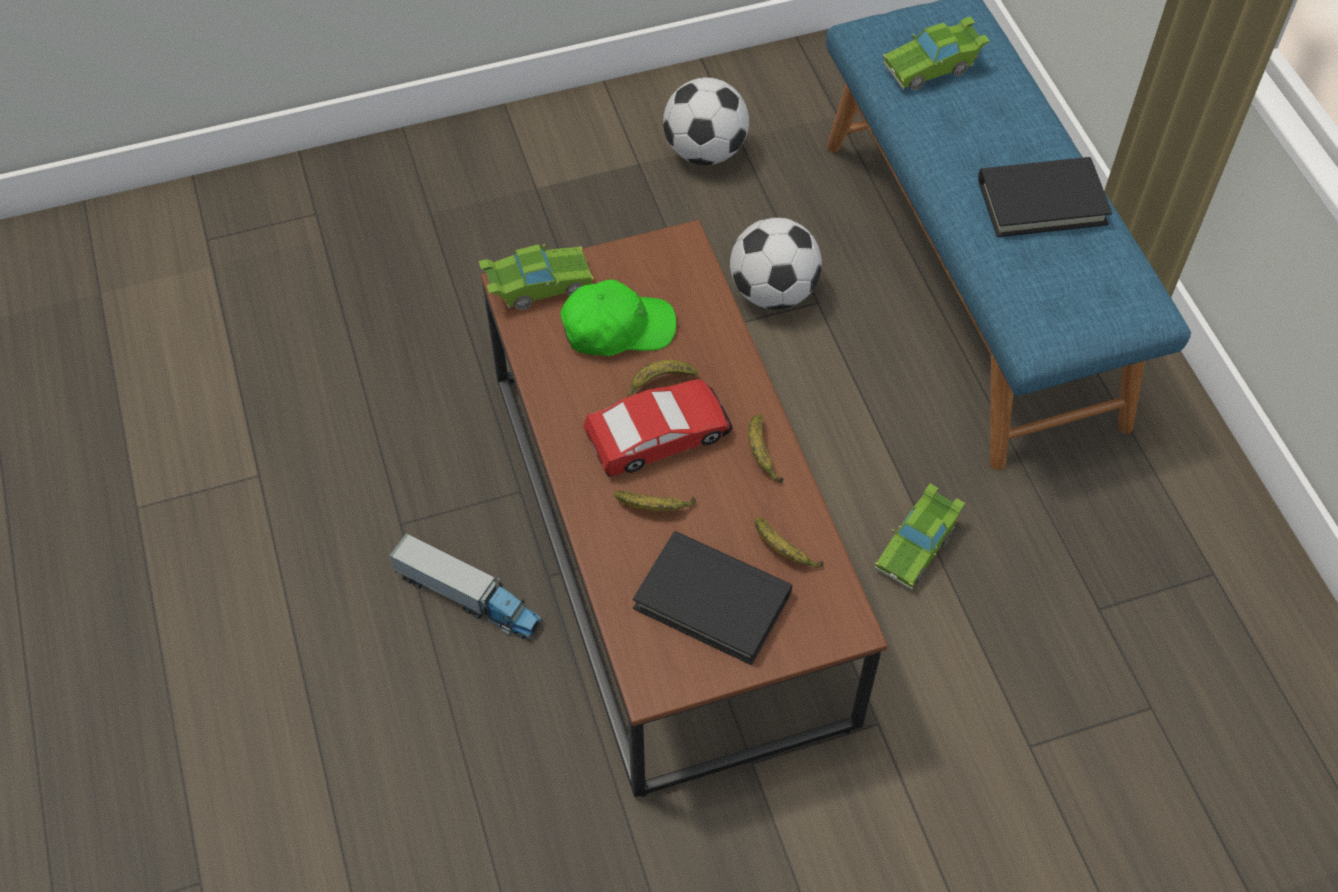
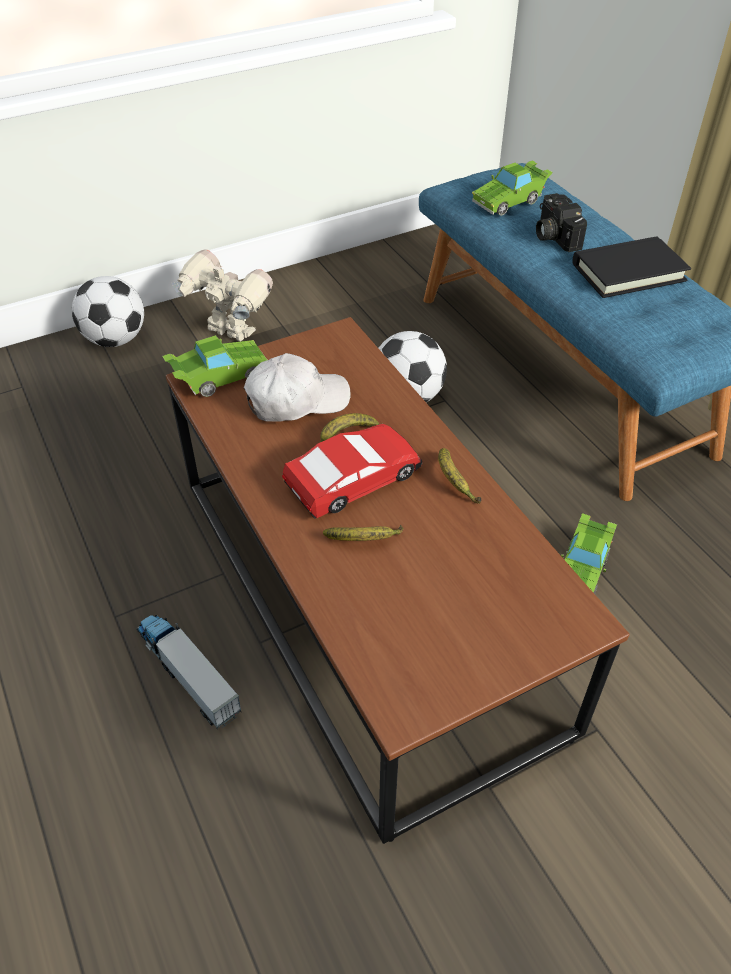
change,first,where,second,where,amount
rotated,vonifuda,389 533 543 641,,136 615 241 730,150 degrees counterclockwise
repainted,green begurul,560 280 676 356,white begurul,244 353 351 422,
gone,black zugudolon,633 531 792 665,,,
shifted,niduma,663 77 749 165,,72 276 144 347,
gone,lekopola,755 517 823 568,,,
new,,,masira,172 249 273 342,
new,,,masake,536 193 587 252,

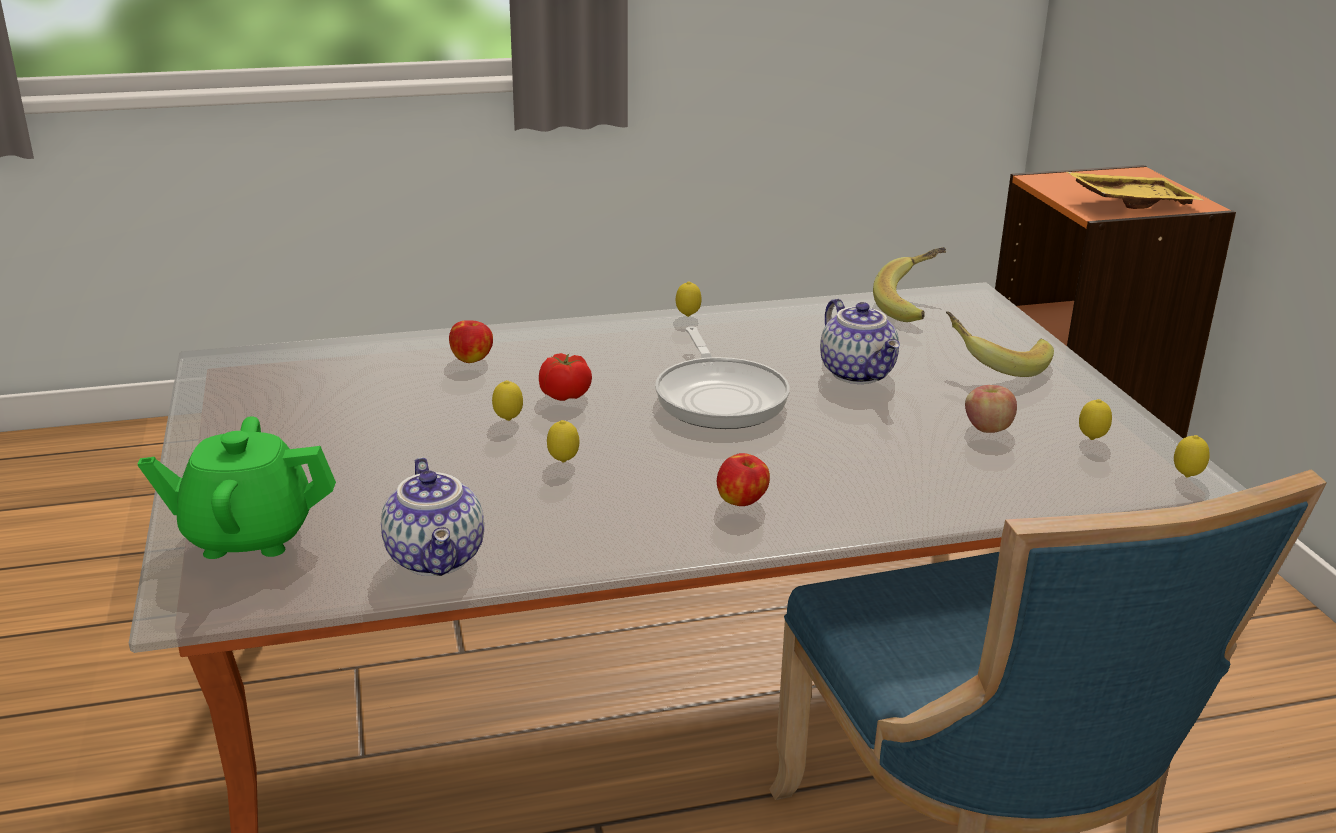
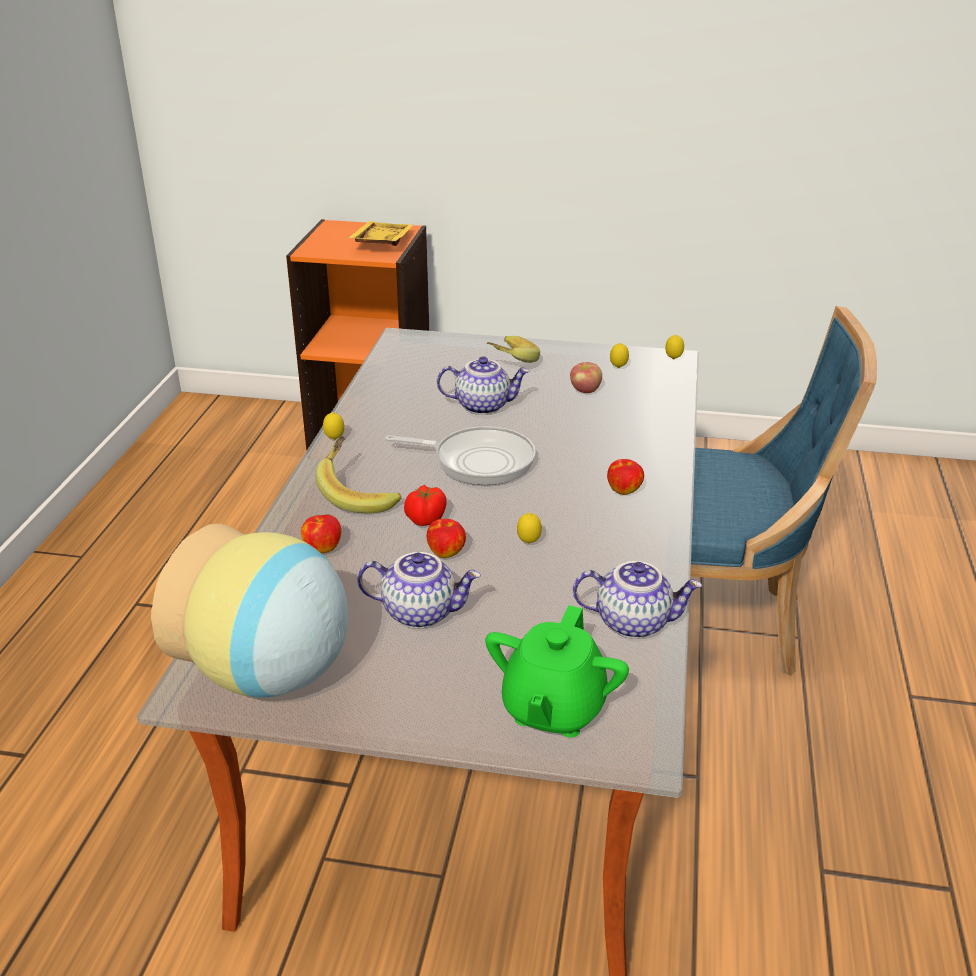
change,first,where,second,where,amount
swapped,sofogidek,492 380 523 421,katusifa,427 519 466 558,
shifted,lekopola,873 247 946 322,,315 436 401 513,
new,,,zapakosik,151 524 349 697,
new,,,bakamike,357 552 481 629,

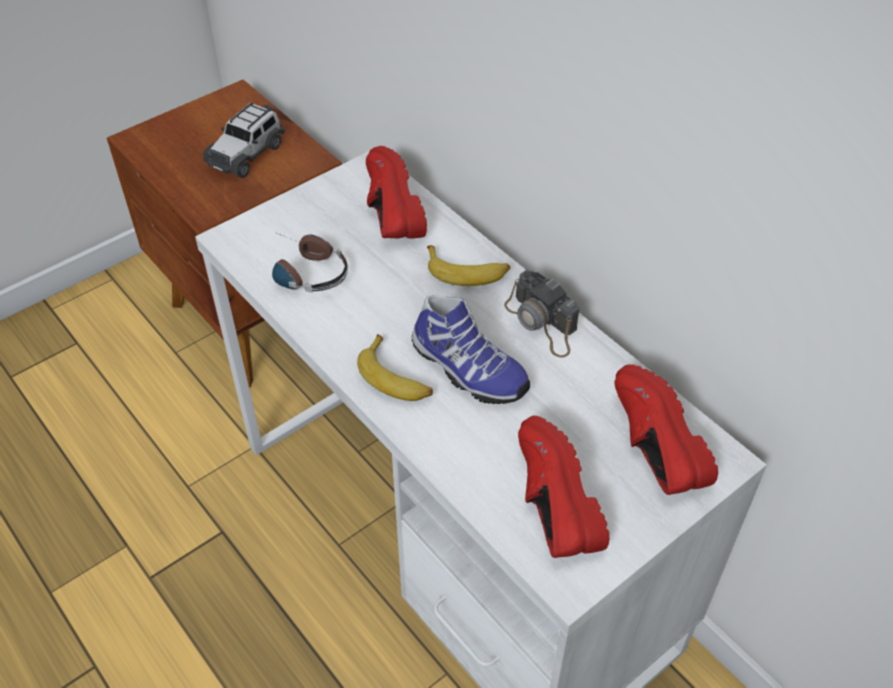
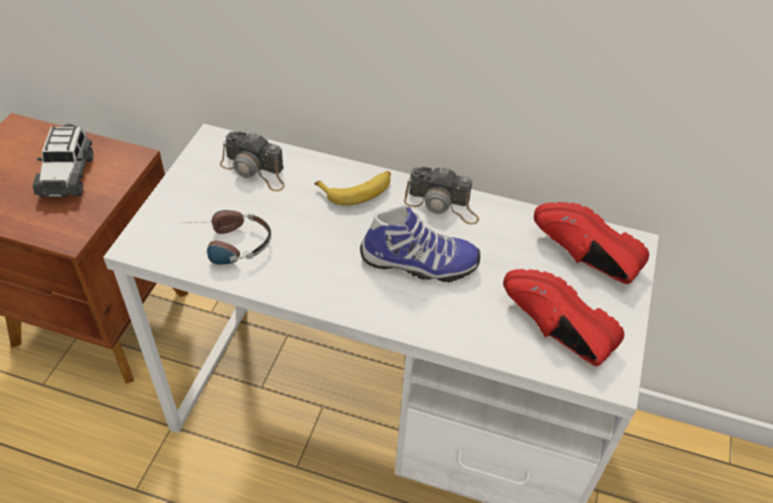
change,first,where,second,where,amount
gone,lekopola,357 334 433 401,,,
swapped,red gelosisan,366 146 427 239,masake,220 131 285 191,

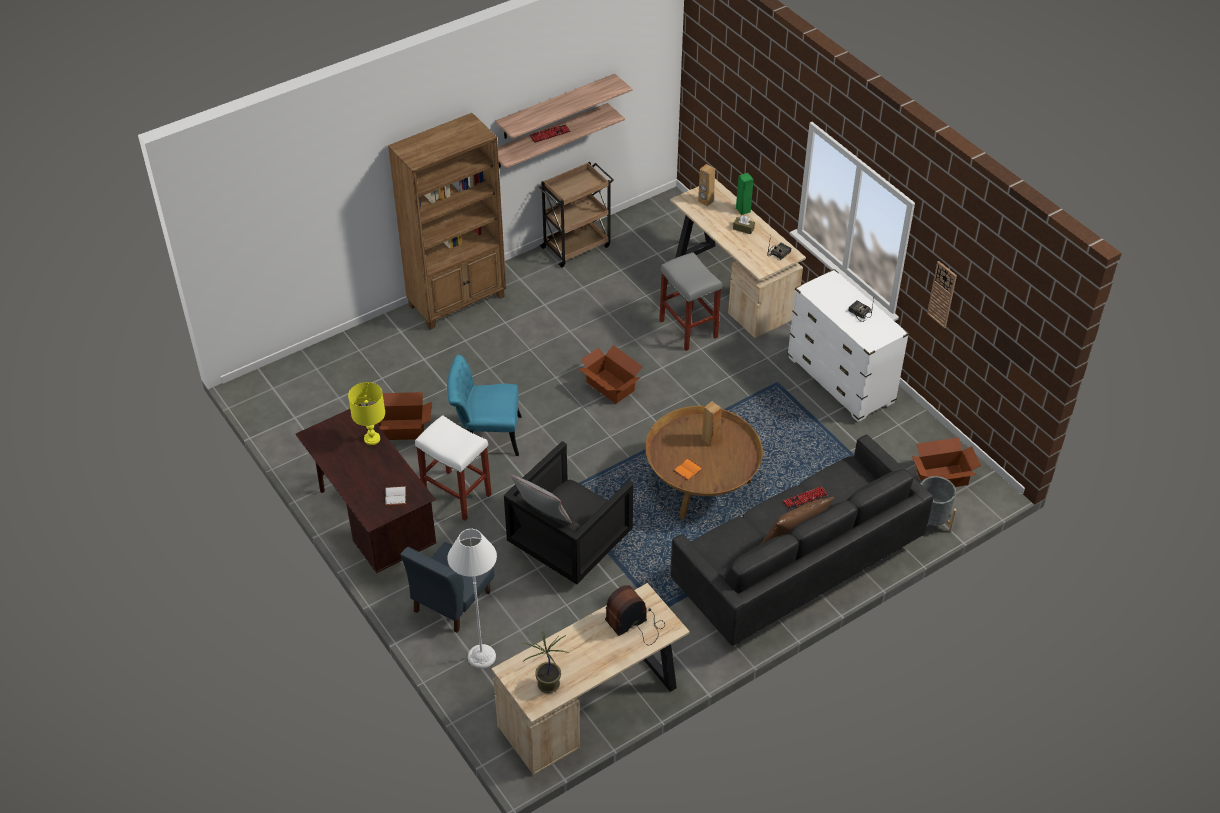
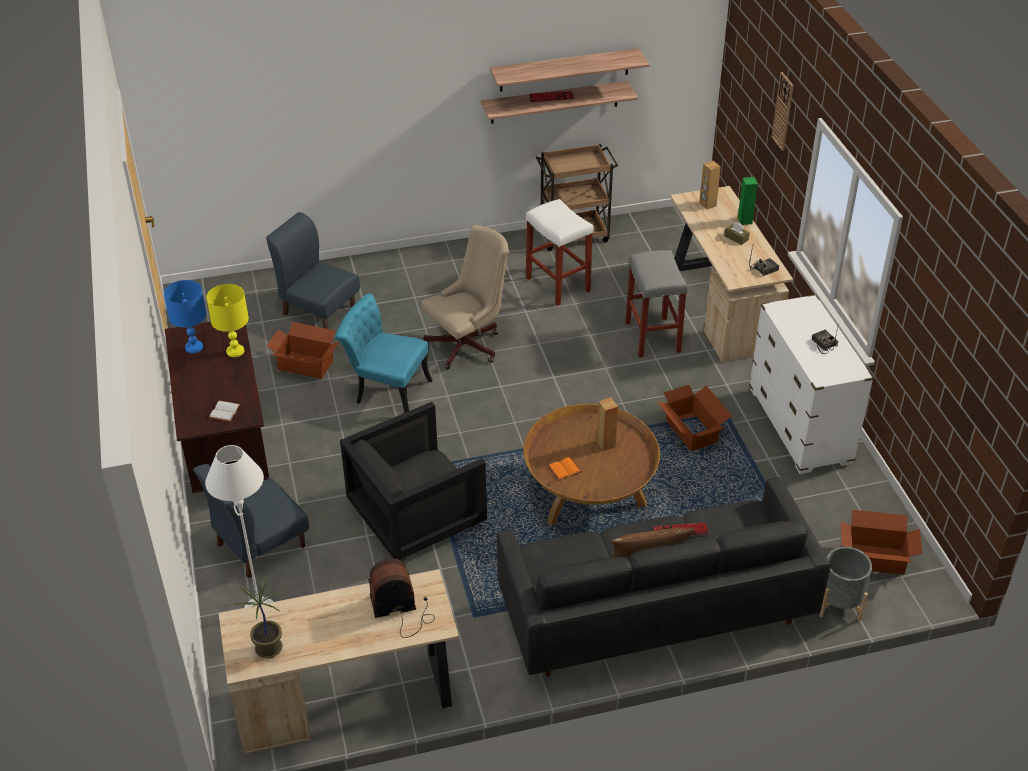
change,first,where,second,where,amount
gone,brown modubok,388 113 506 330,,,
shifted,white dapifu,415 415 492 521,,526 199 594 306,
gone,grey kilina,510 475 572 523,,,
shifted,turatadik,579 345 643 404,,657 385 732 451,
shifted,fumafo,927 261 957 328,,771 72 794 151,
new,,,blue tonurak,164 280 207 353,
new,,,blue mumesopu,266 212 360 329,
new,,,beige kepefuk,421 225 509 369,

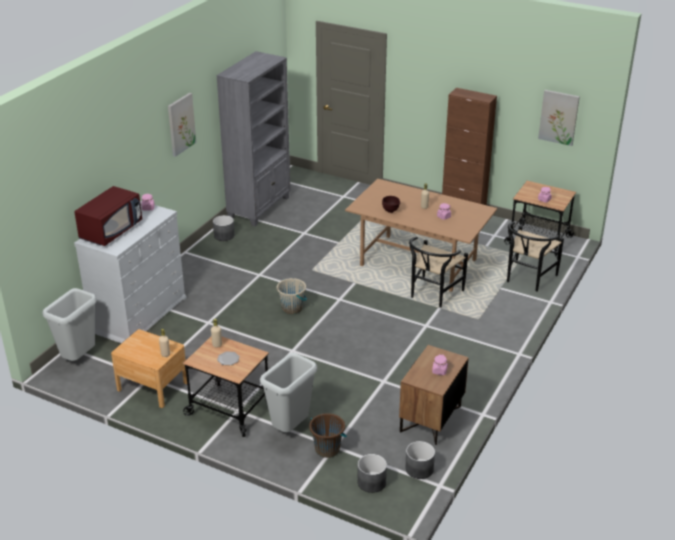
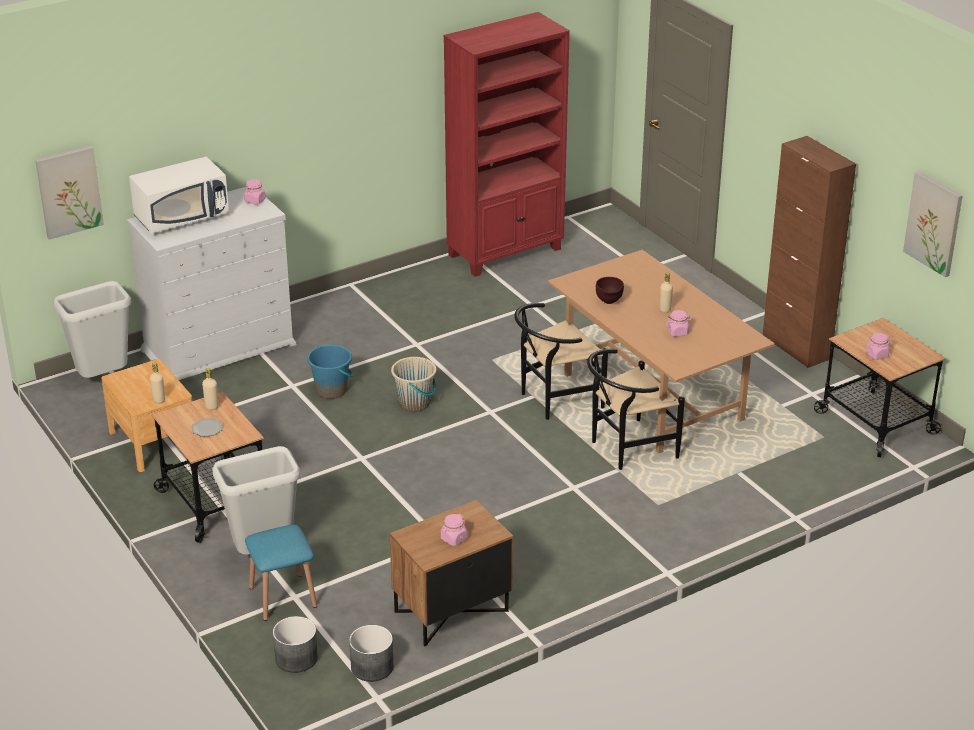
change,first,where,second,where,amount
repainted,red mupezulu,74 186 142 246,white mupezulu,129 157 229 234,
shifted,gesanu,168 93 196 157,,35 146 104 240,
gone,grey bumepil,213 215 235 241,,,
repainted,grey modubok,216 51 291 226,red modubok,443 12 570 277,
swapped,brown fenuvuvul,309 413 347 458,blue dapifu,245 525 317 621,
shifted,black mumesopu,507 222 564 292,,514 303 608 420,
new,,,blue fenuvuvul,307 345 353 399,

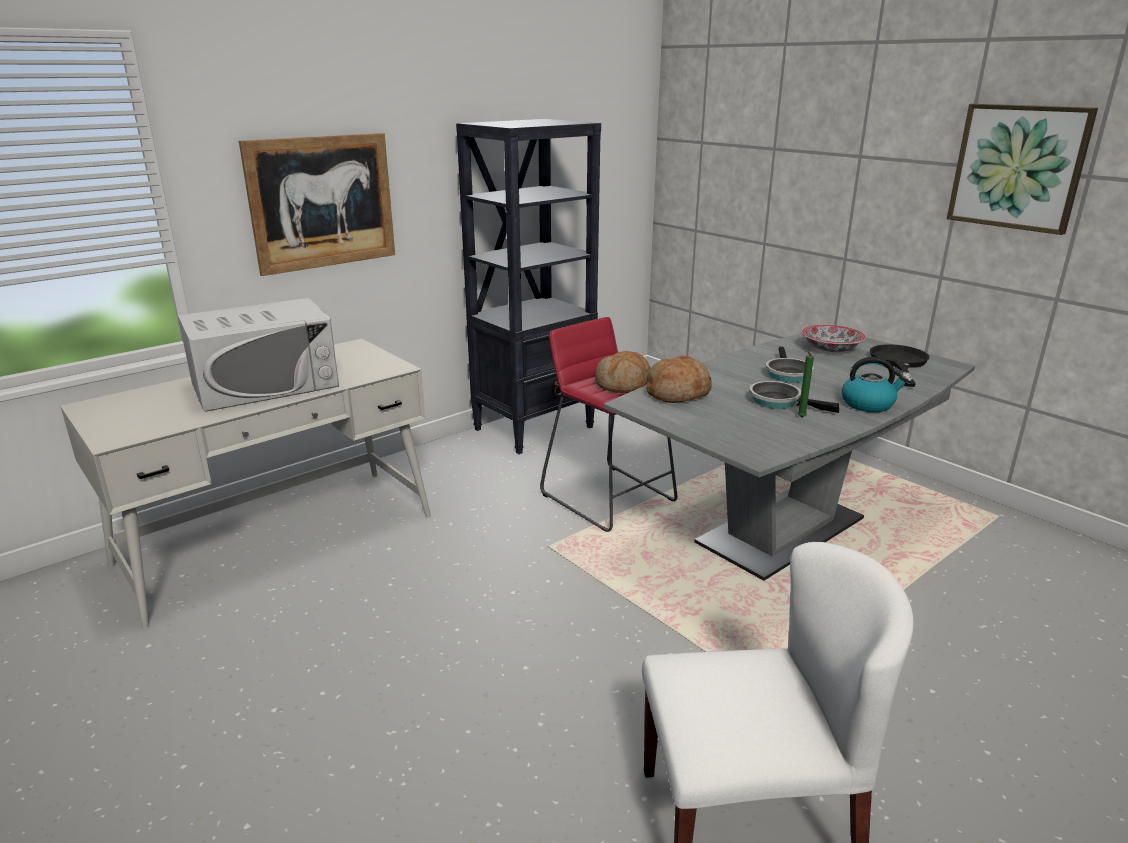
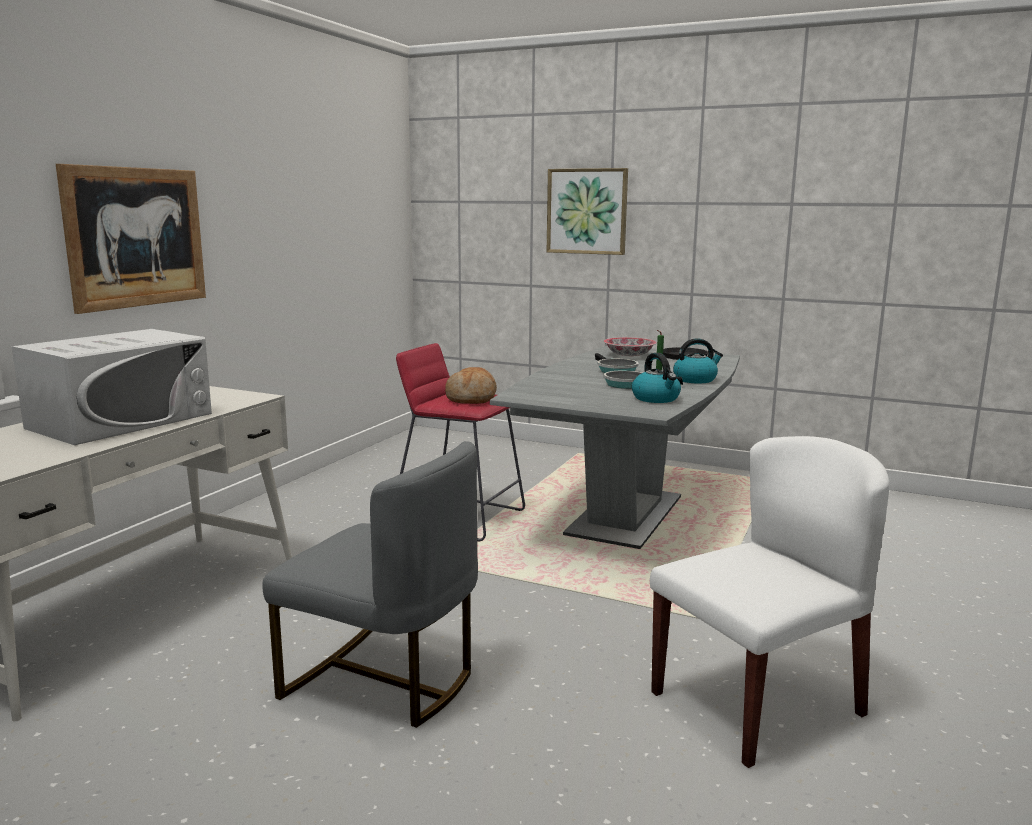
change,first,where,second,where,amount
gone,black modubok,456 119 601 454,,,
gone,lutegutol,646 355 711 403,,,
shifted,gesanu,947 104 1098 235,,547 168 628 255,
new,,,grey mumesopu,262 441 478 728,
new,,,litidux,632 353 681 403,

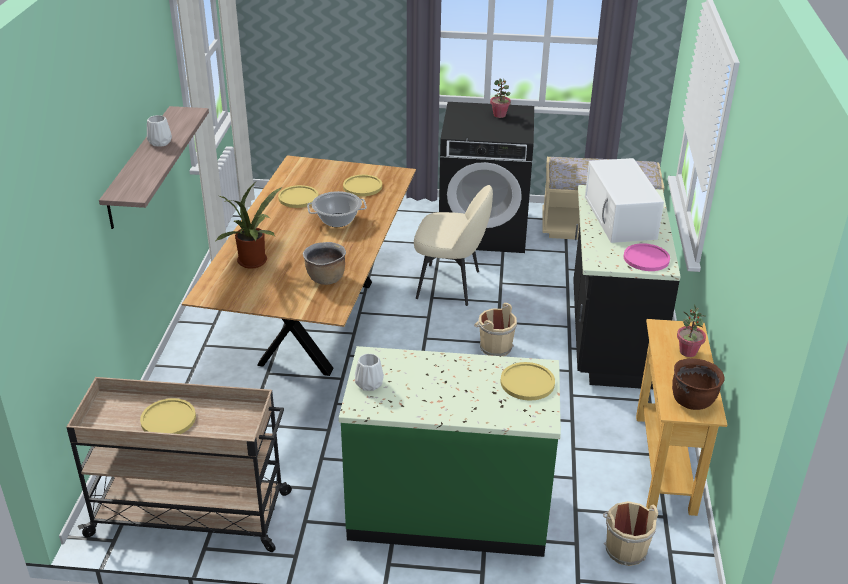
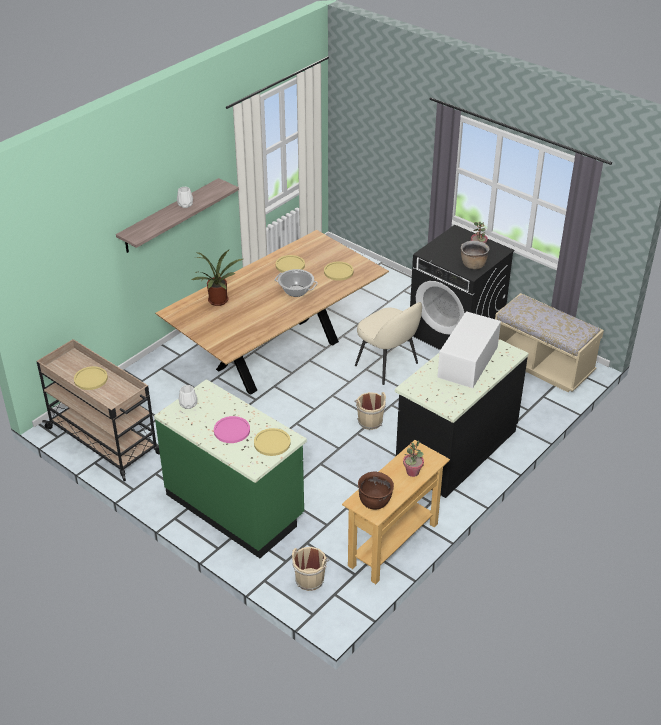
change,first,where,second,where,amount
shifted,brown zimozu,303 242 346 285,,461 240 490 269,
shifted,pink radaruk,624 243 670 271,,214 416 250 443,

